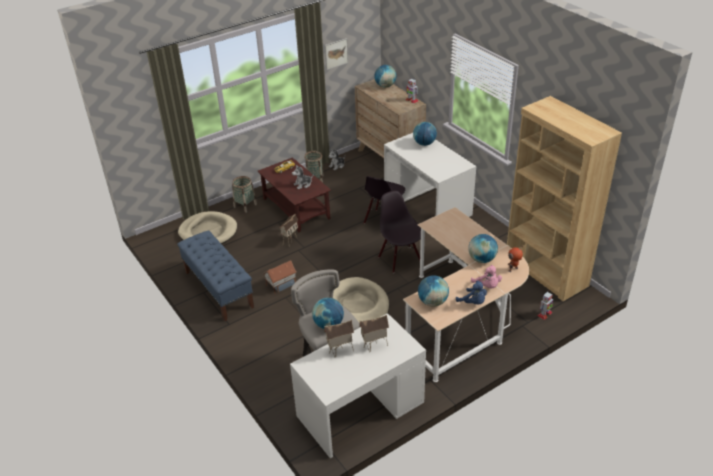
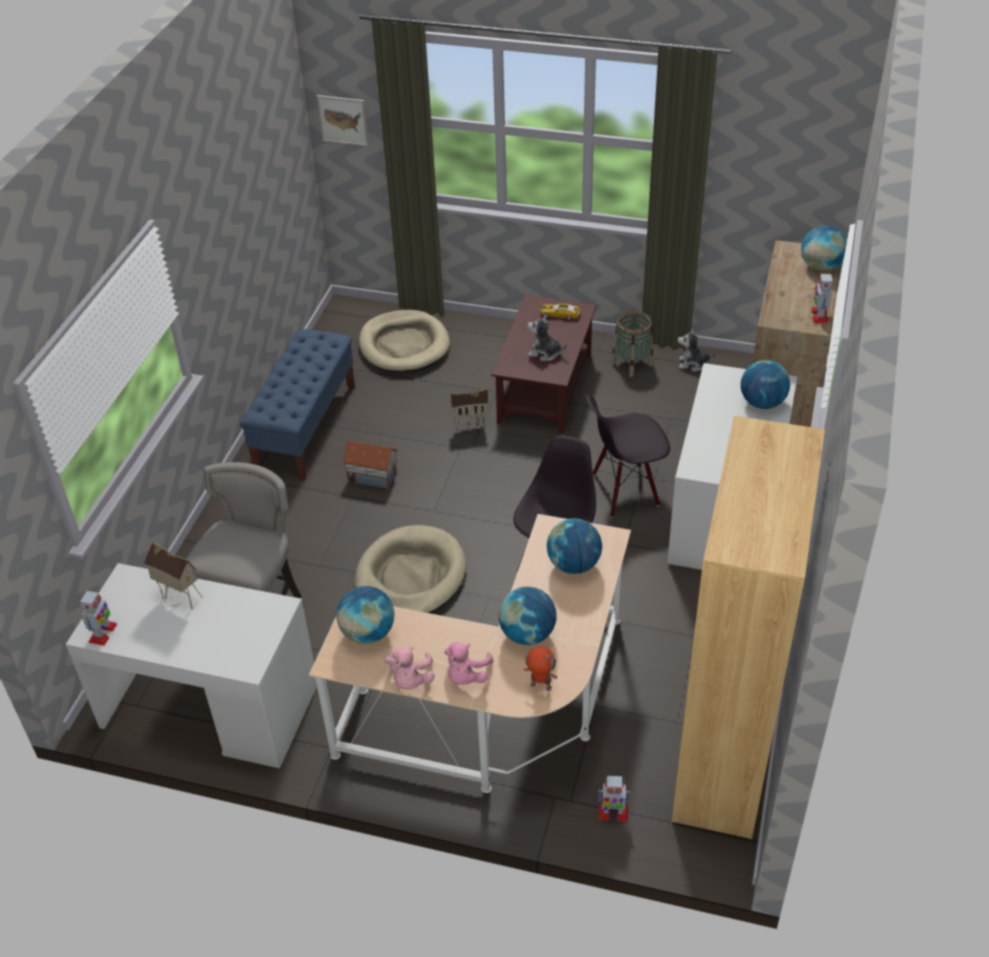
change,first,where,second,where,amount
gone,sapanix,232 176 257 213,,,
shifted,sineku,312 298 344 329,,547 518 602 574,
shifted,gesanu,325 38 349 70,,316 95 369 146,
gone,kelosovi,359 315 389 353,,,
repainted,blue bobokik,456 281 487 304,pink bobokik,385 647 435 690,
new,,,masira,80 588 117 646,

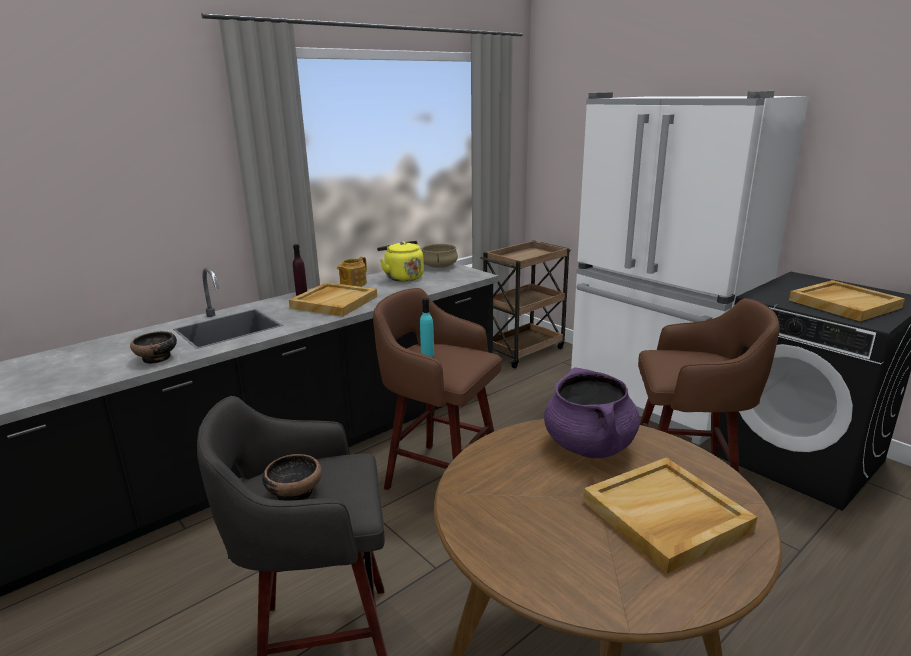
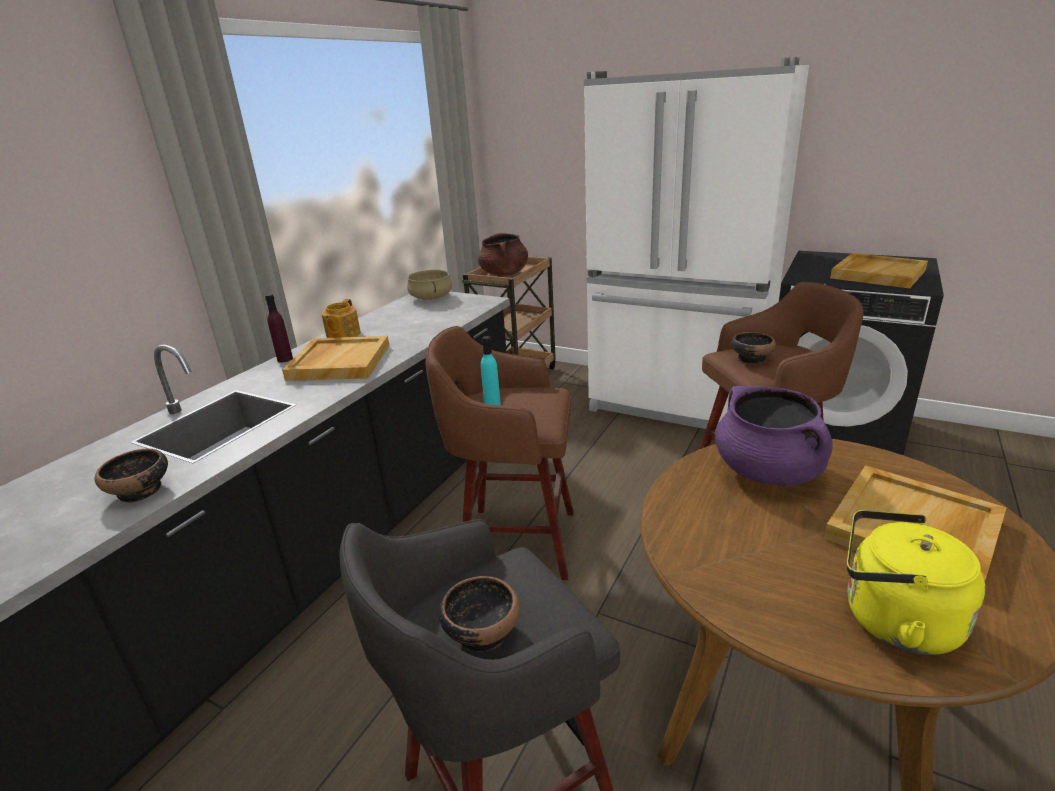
change,first,where,second,where,amount
shifted,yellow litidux,377 241 424 282,,847 510 985 655,
new,,,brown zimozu,478 233 528 276,
new,,,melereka,731 332 776 364,

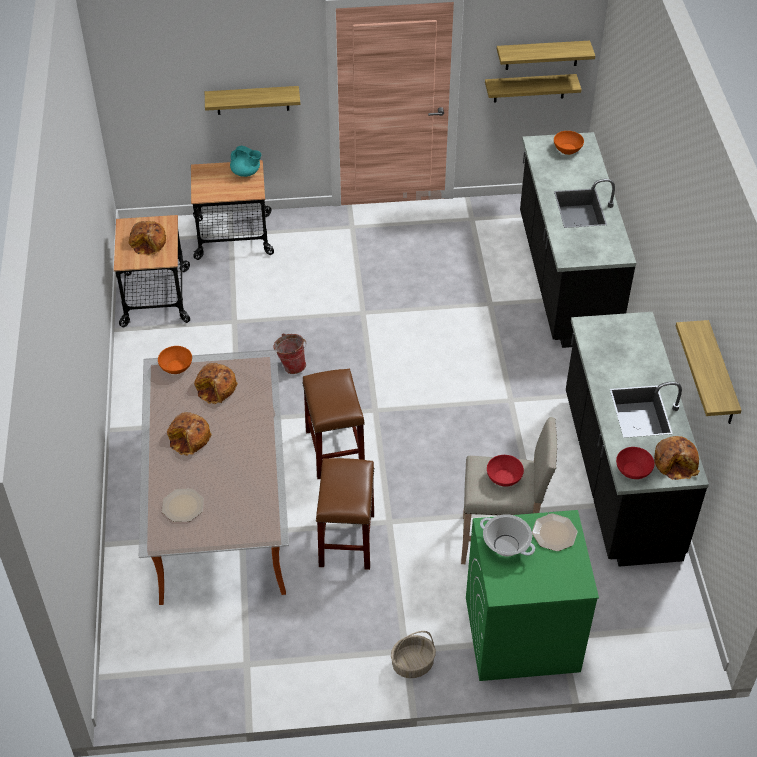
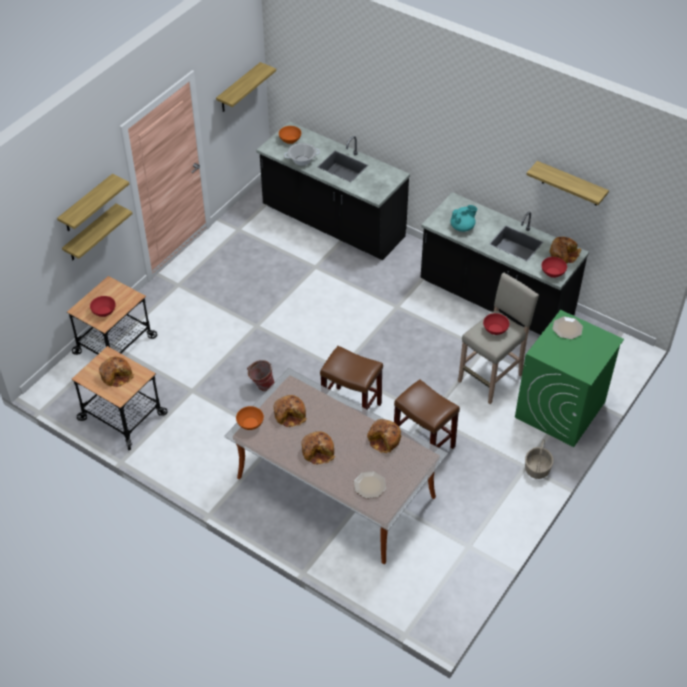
change,first,where,second,where,amount
shifted,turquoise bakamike,230 146 261 177,,450 205 478 232,
shifted,zimozu,480 514 535 557,,284 143 320 166,
shifted,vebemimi,485 74 581 102,,57 174 129 231,
new,,,red melereka,90 296 116 317,
new,,,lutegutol,367 419 401 453,

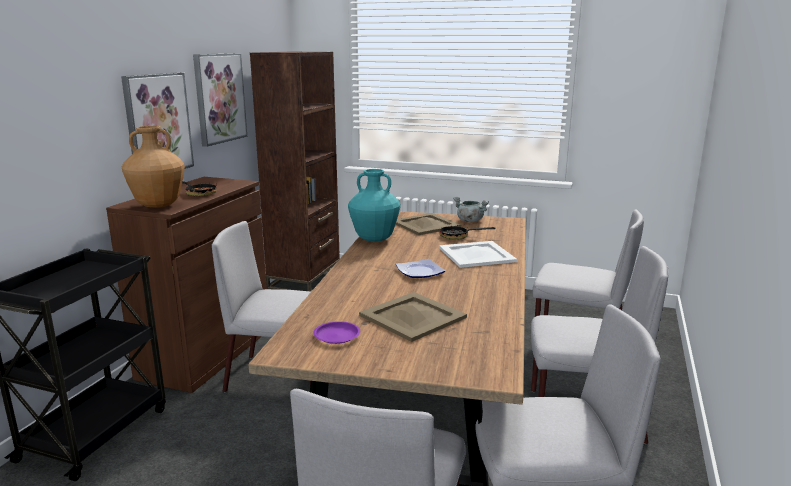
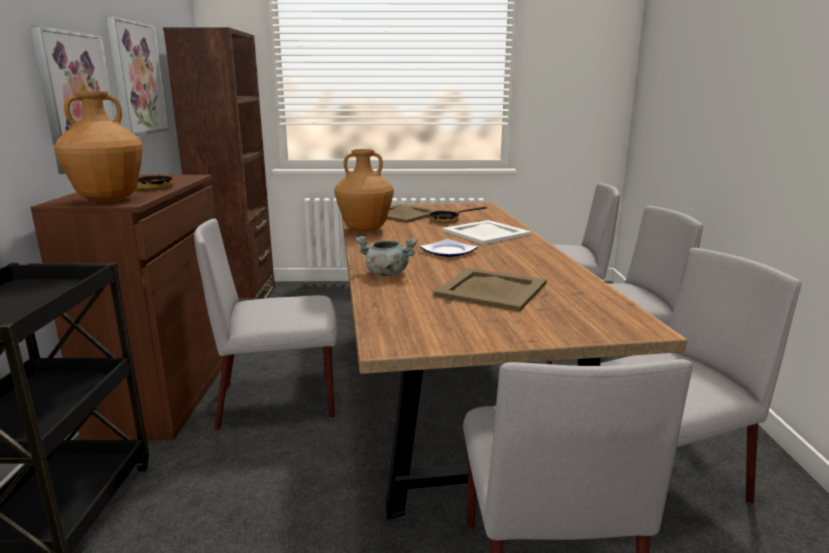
change,first,where,second,where,amount
gone,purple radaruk,313 321 360 344,,,
repainted,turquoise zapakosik,348 169 401 242,brown zapakosik,334 149 394 232,
shifted,grey zimozu,453 196 489 222,,355 236 417 276,

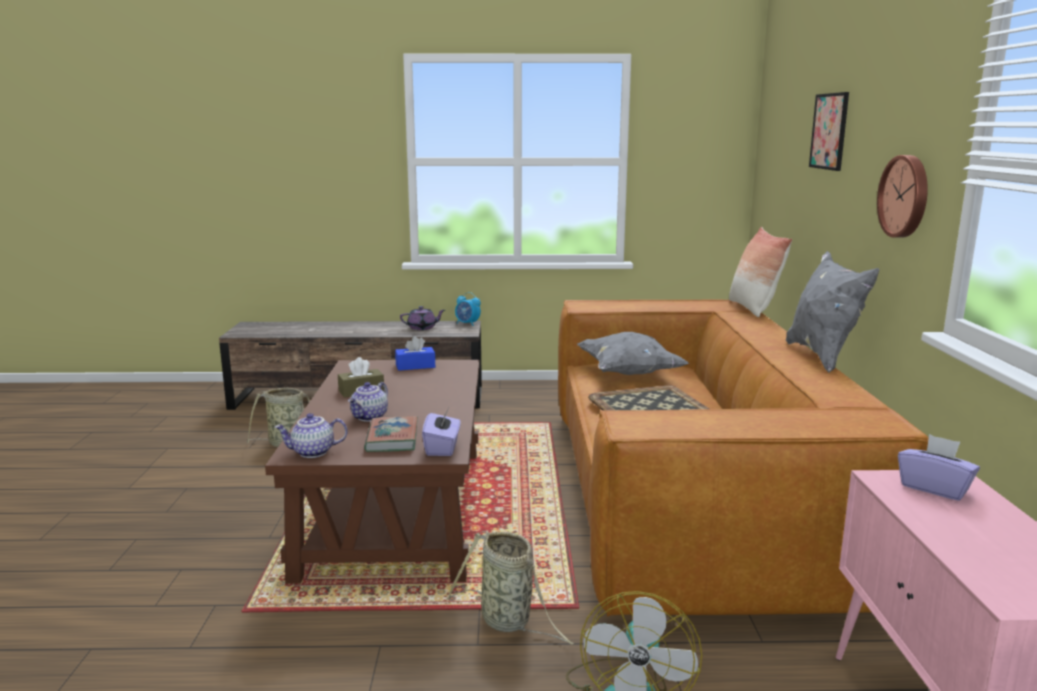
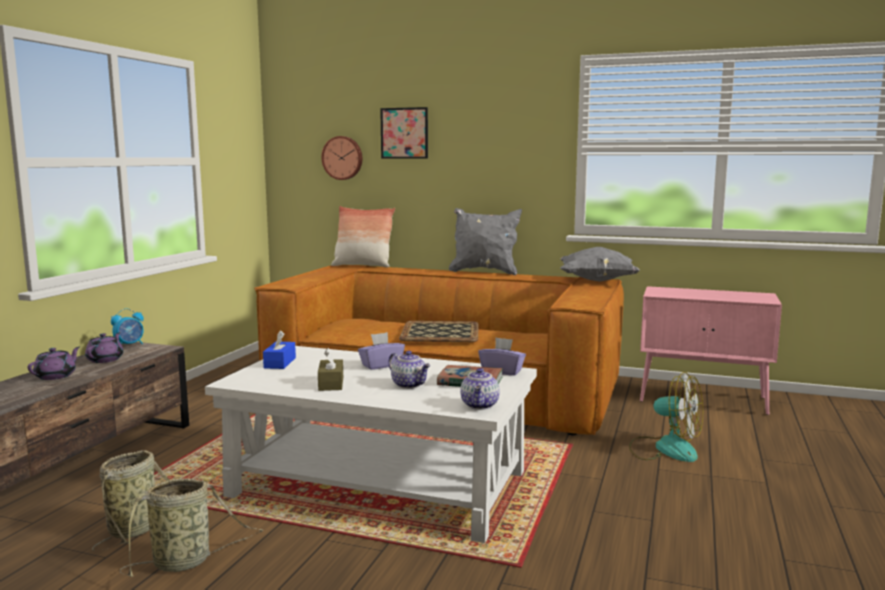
change,first,where,second,where,amount
repainted,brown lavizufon,265 360 480 584,white lavizufon,205 346 537 543,
shifted,sapanix,446 531 574 645,,120 478 264 577,
shifted,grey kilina,577 332 689 375,,560 247 640 282,
shifted,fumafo,877 155 928 238,,321 136 362 180,
shifted,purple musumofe,898 434 980 501,,358 332 405 370,
new,,,purple bakamike,28 347 80 380,

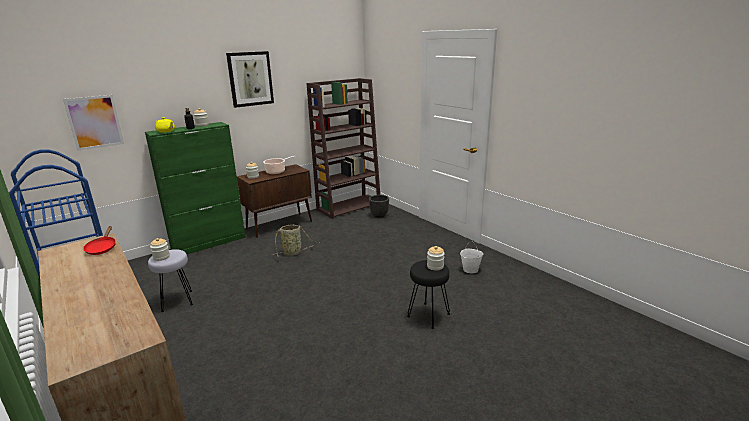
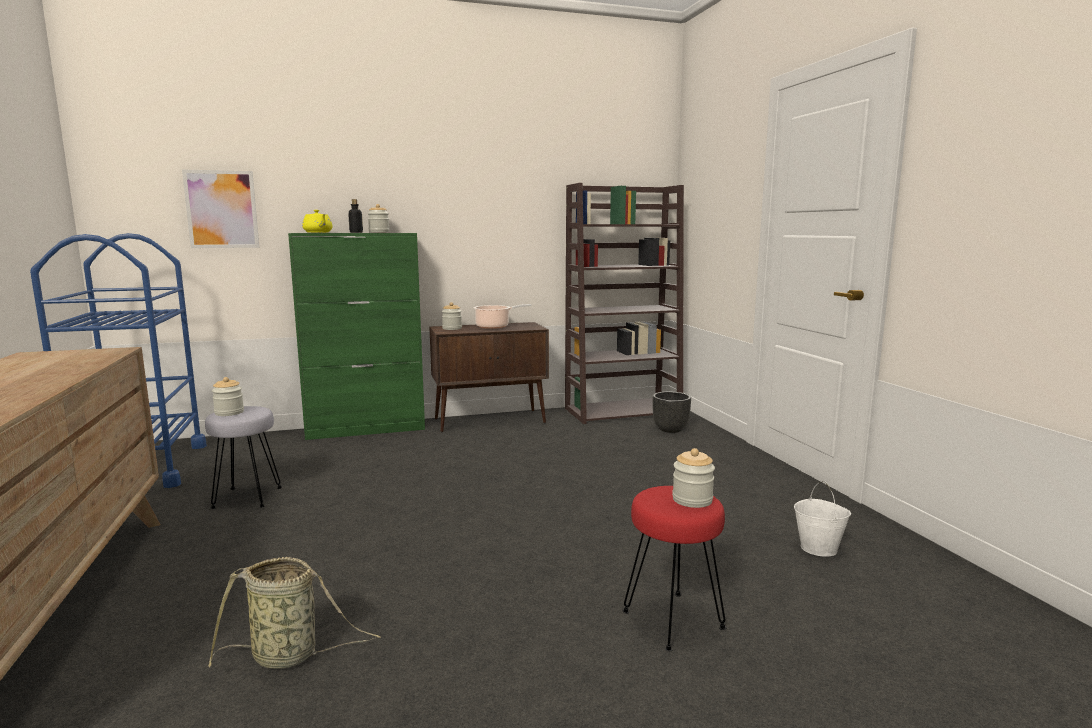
change,first,where,second,where,amount
gone,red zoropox,83 226 116 255,,,
gone,gesanu,226 51 274 108,,,
shifted,sapanix,275 225 319 256,,208 557 381 669,
repainted,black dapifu,407 260 450 329,red dapifu,622 486 727 651,

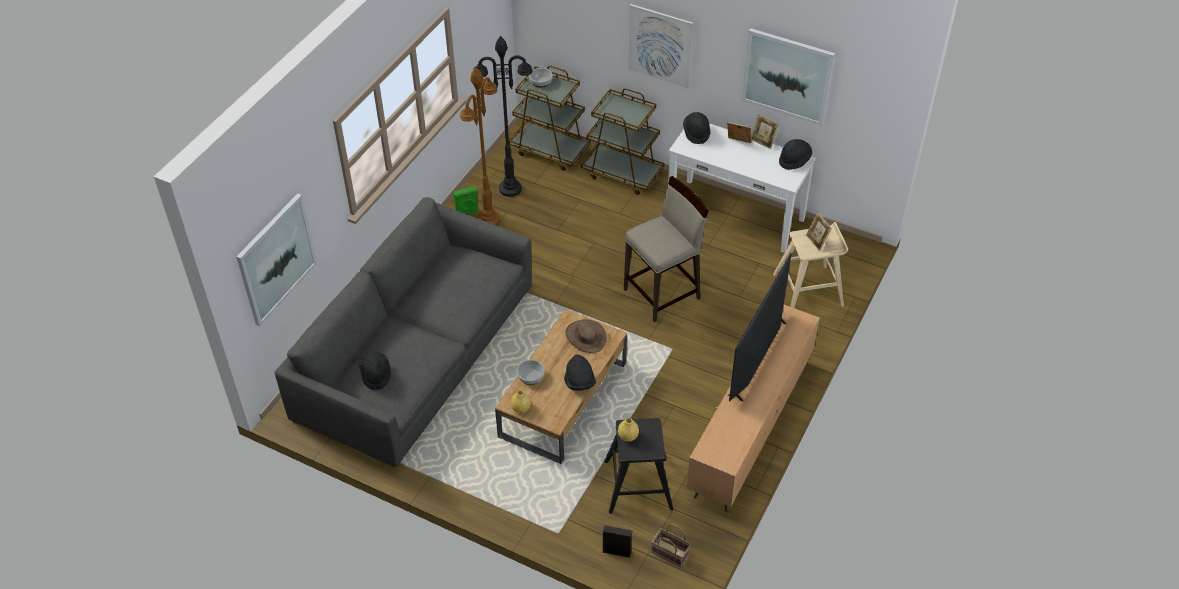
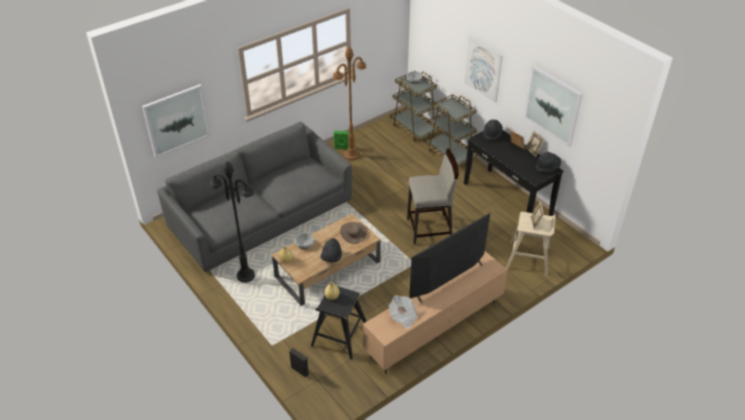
change,first,where,second,where,amount
gone,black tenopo,359 351 391 390,,,
shifted,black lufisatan,473 36 532 197,,210 161 255 283,
gone,sapanix,651 524 691 568,,,
repainted,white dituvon,668 123 816 253,black dituvon,464 130 563 216,
new,,,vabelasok,389 295 418 329,

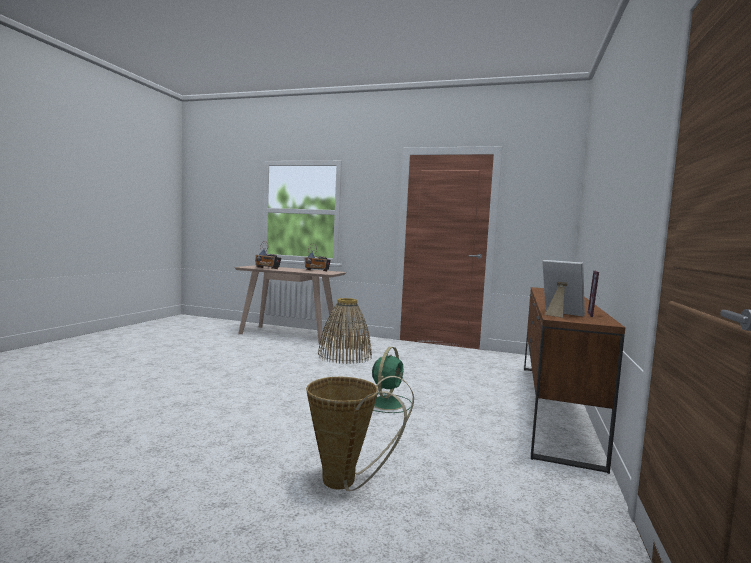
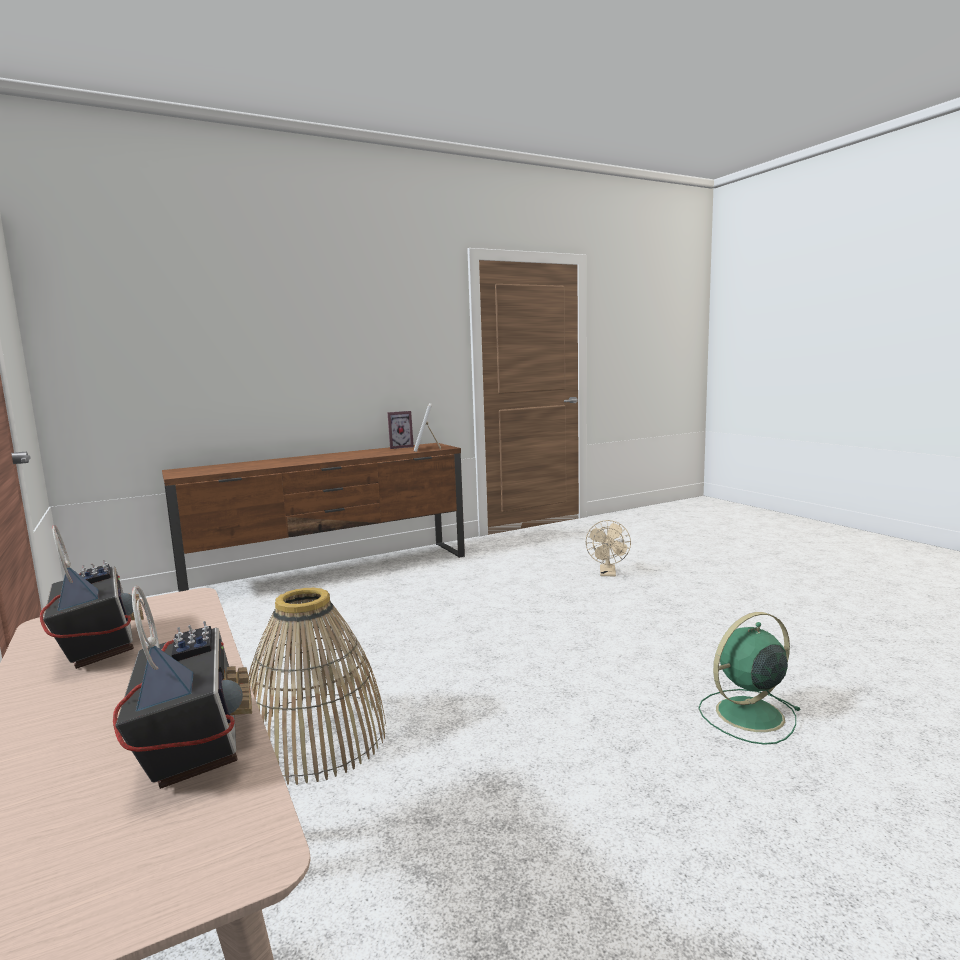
change,first,where,second,where,amount
swapped,sapanix,306 376 414 491,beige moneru,586 520 631 576,
shifted,green moneru,372 347 412 413,,698 612 801 745,

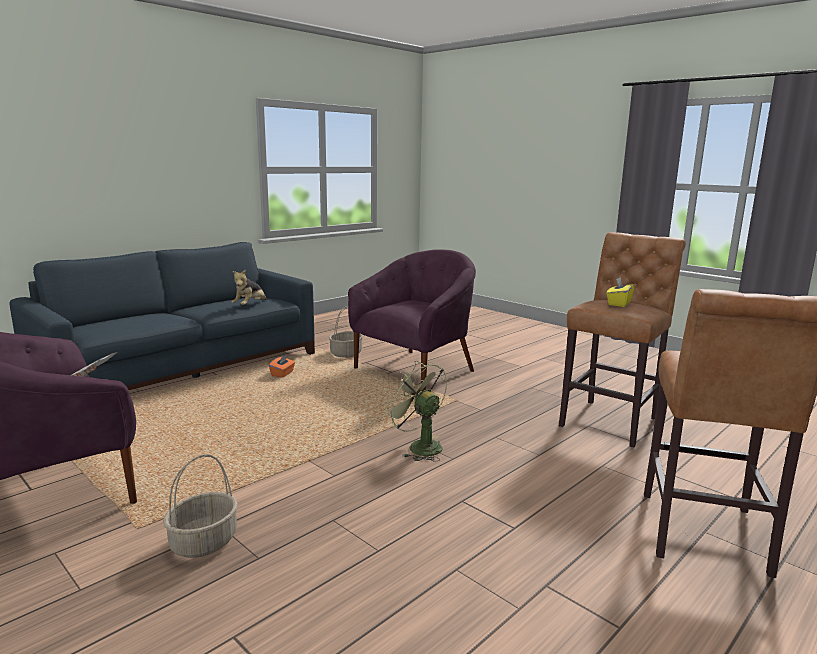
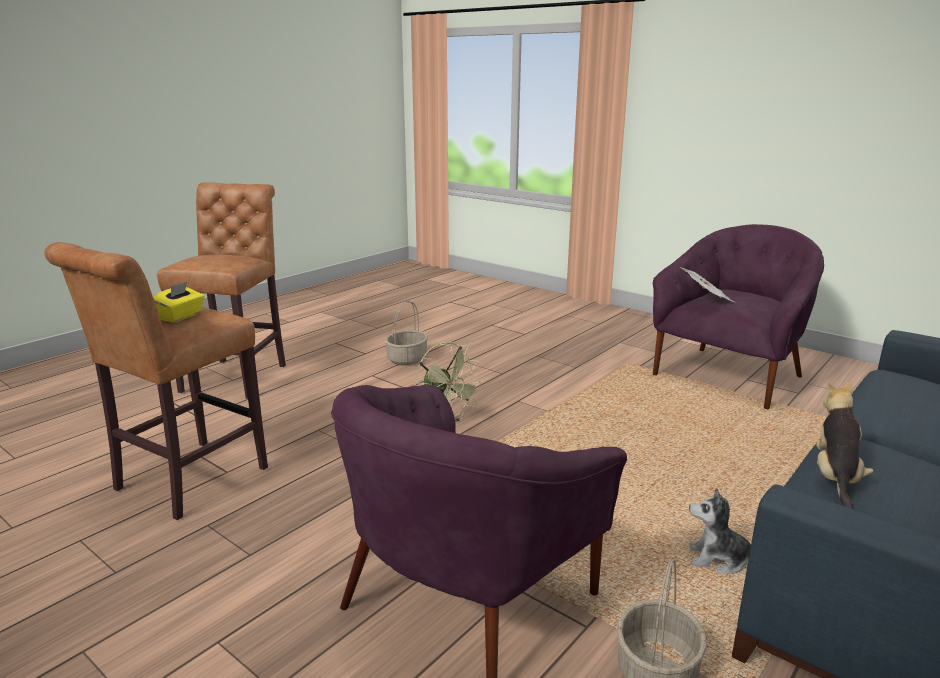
change,first,where,second,where,amount
shifted,sapanix,163 454 238 558,,385 300 428 365,
swapped,orange musumofe,269 355 295 378,bobokik,689 488 751 574,

